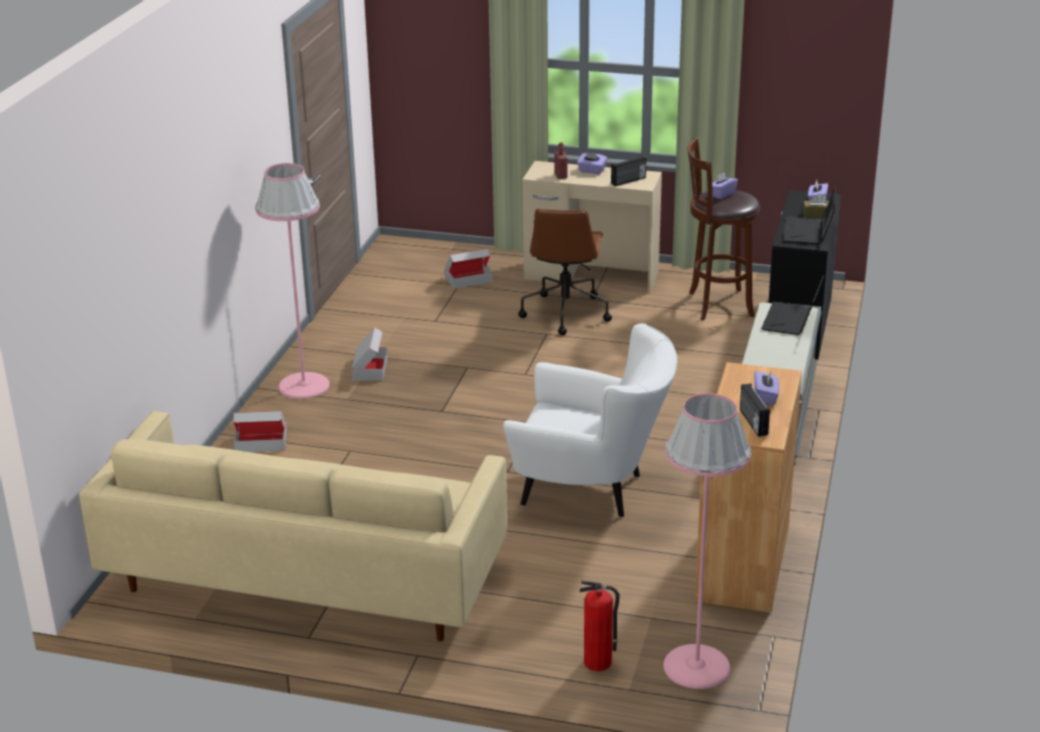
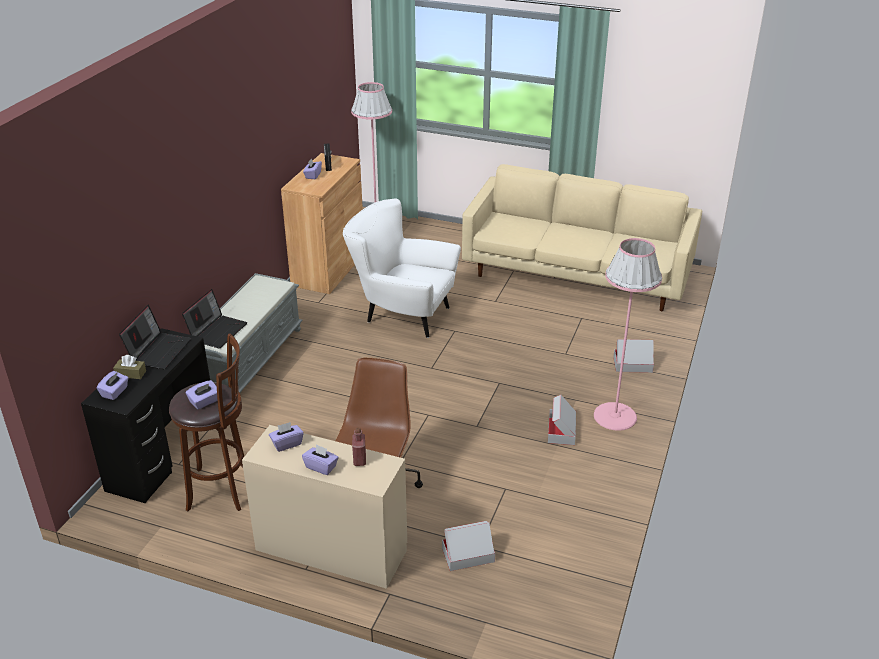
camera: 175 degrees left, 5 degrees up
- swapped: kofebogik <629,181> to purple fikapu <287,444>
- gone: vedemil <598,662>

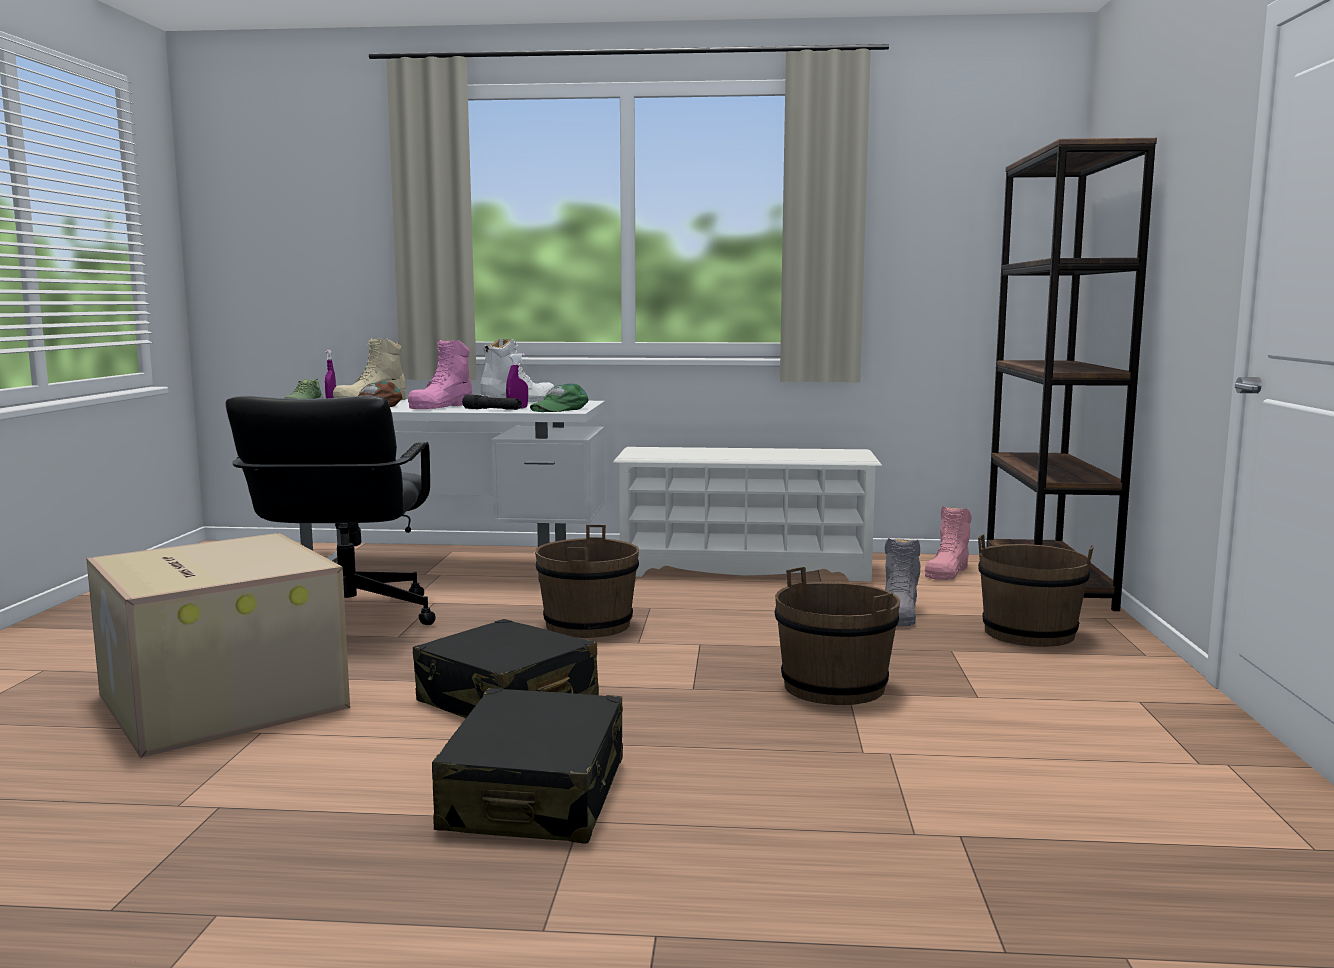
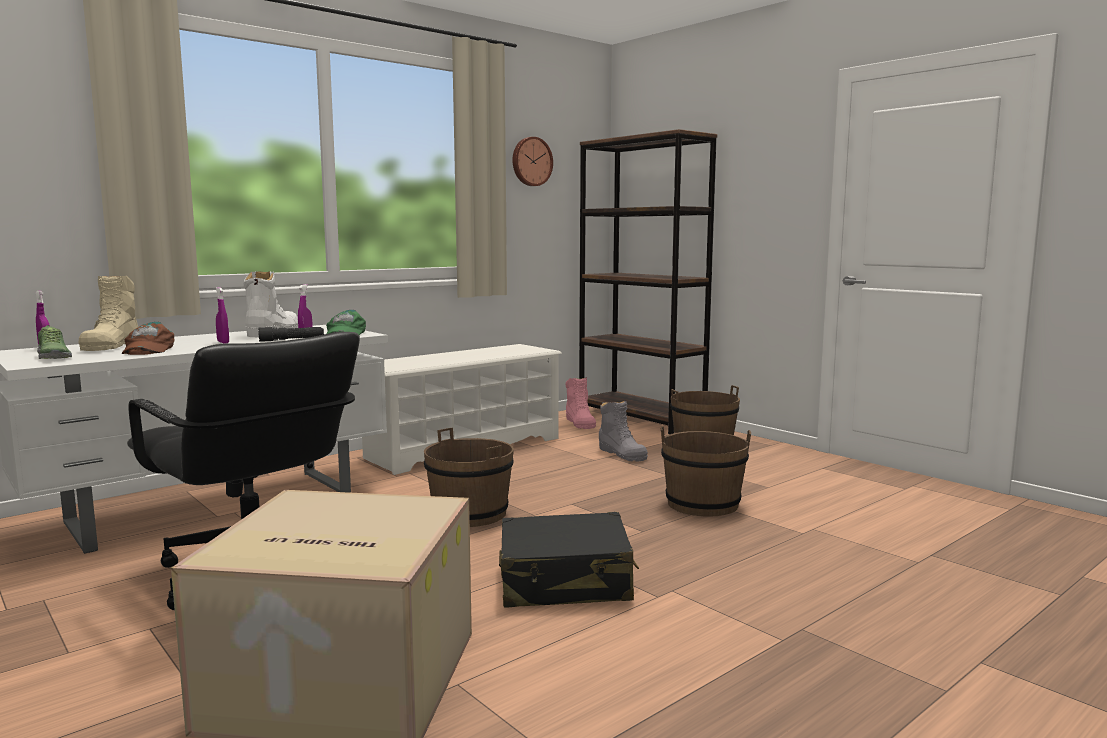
camera: 45 degrees left, 0 degrees up
- swapped: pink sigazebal <441,406> to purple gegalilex <223,342>
- gone: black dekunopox <535,795>
- new: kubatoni <531,161>

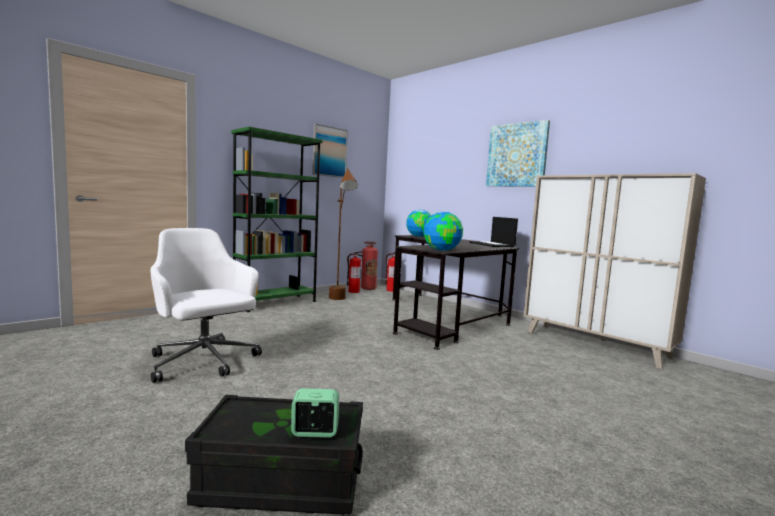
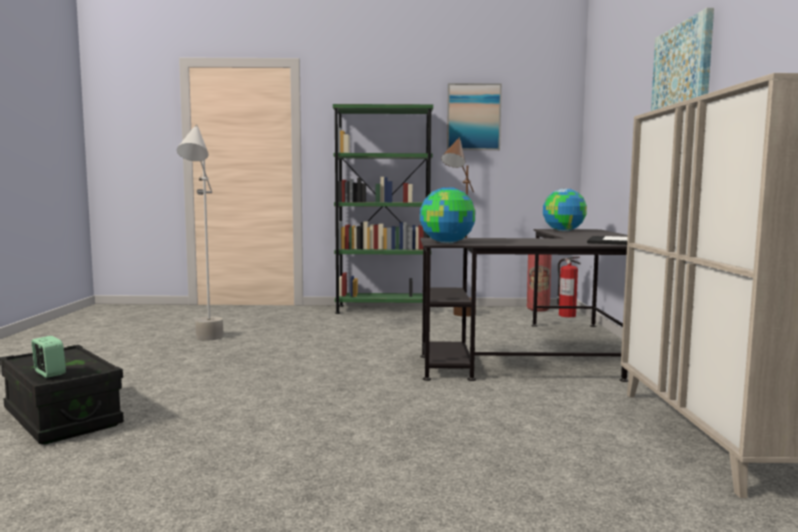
camera: 45 degrees right, 0 degrees up
- swapped: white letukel <204,362> to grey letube <205,342>
- gone: vedemil <353,291>

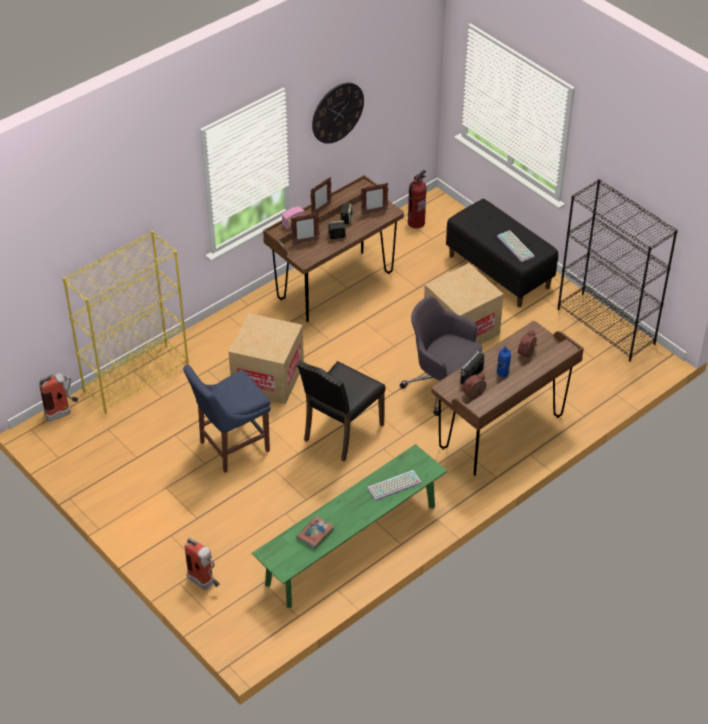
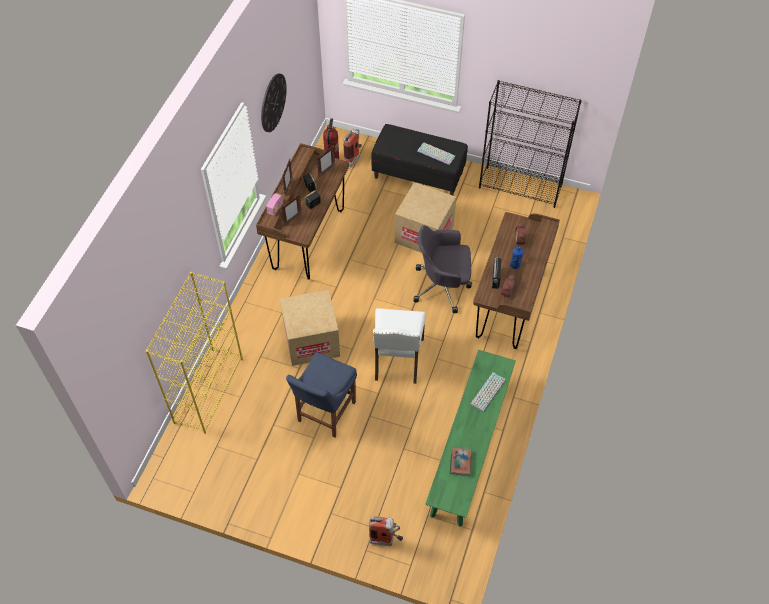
camera: 30 degrees left, 10 degrees up
- repainted: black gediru <341,432> to white gediru <397,360>
- shifted: vedemil <62,413> to <353,158>

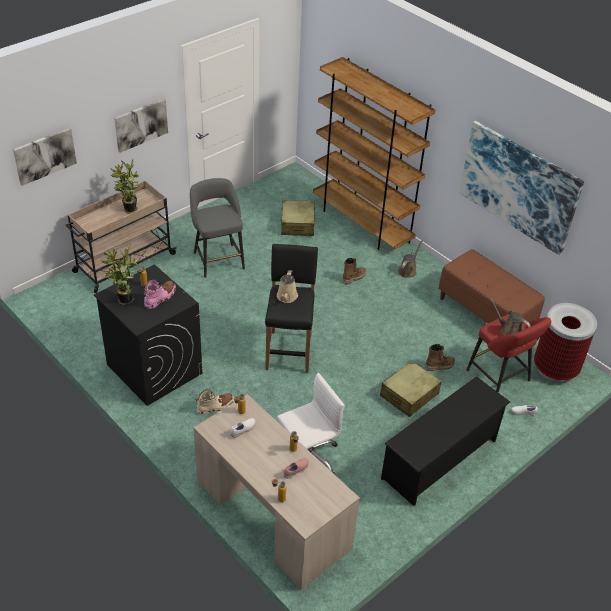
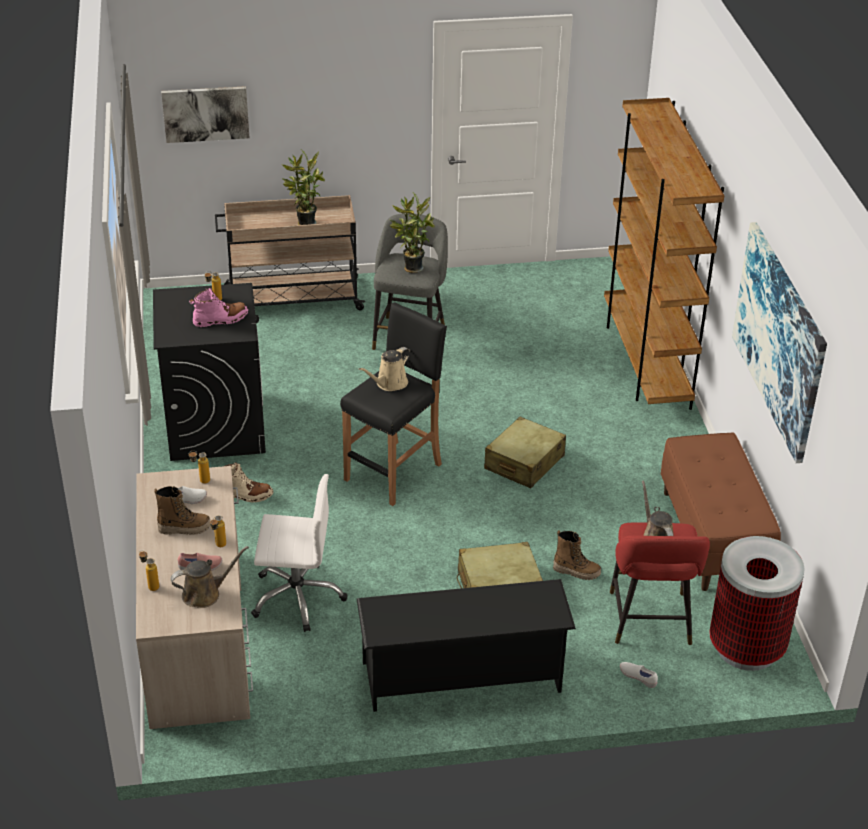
camera: 35 degrees right, 5 degrees down
- gone: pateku <141,124>
- shifted: beige dekunopox <297,224> to <524,463>
- shifted: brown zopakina <408,270> to <205,594>
- shifted: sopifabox <123,300> to <411,268>
- shifted: sigazebal <353,278> to <184,528>

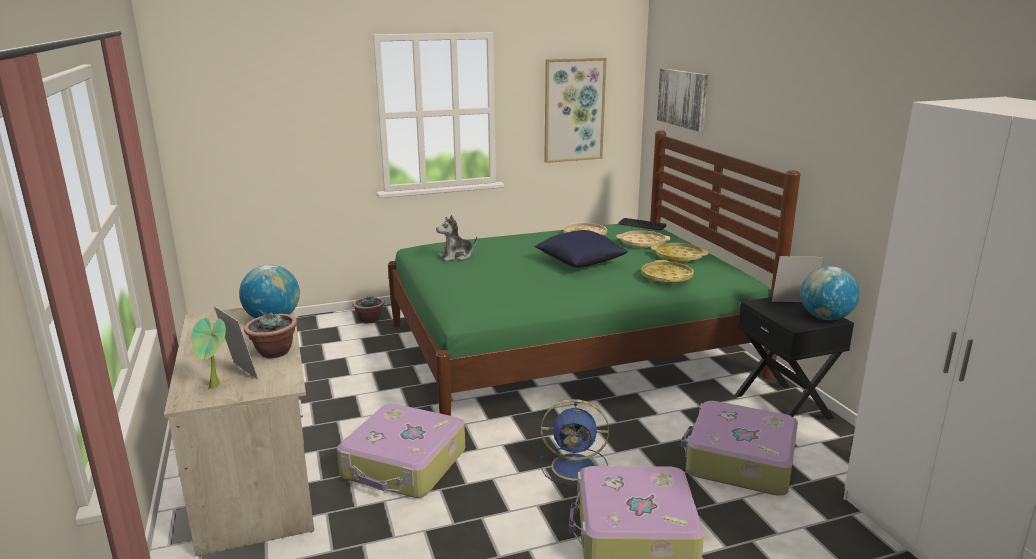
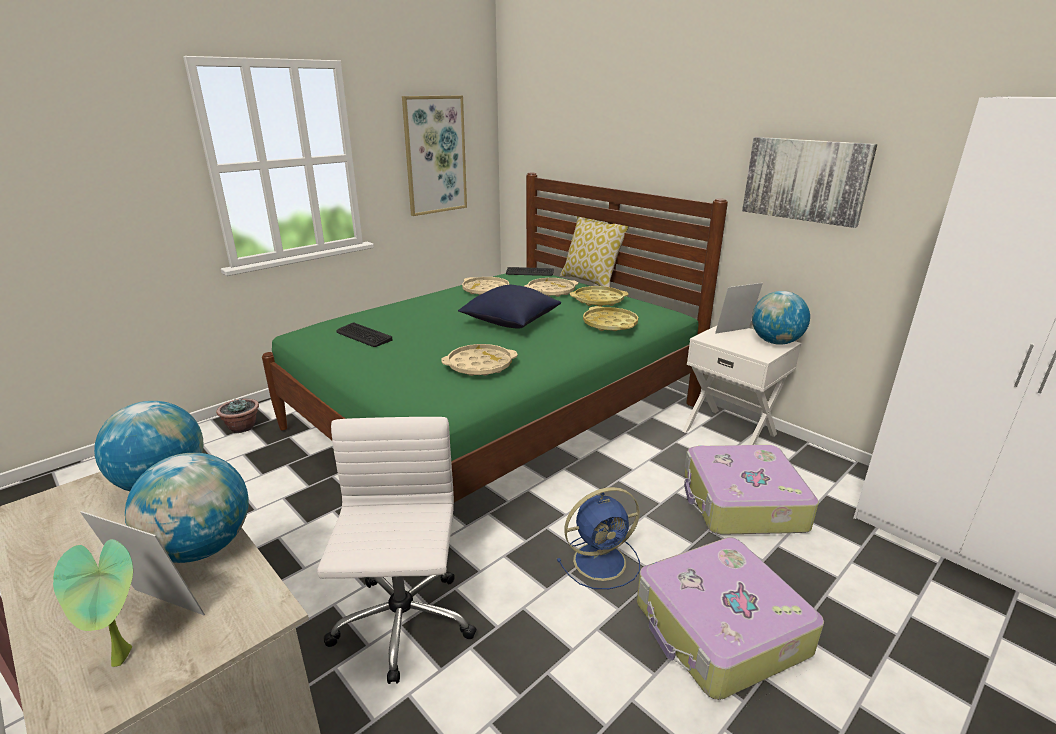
camera: 25 degrees left, 5 degrees up
- shifted: pateku <683,98> to <805,180>
- swapped: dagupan <456,256> to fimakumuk <363,336>
- repainted: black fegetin <783,406> to white fegetin <730,432>
- swapped: sopifabox <274,352> to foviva <202,548>
- swapped: dekunopox <404,464> to white letukel <402,625>
- new: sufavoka <591,282>
- new: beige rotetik <480,365>

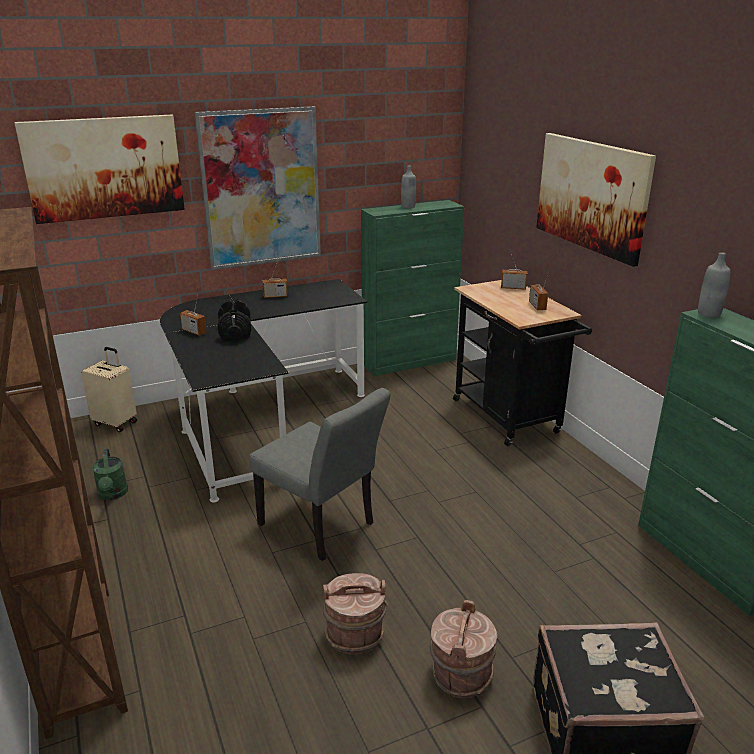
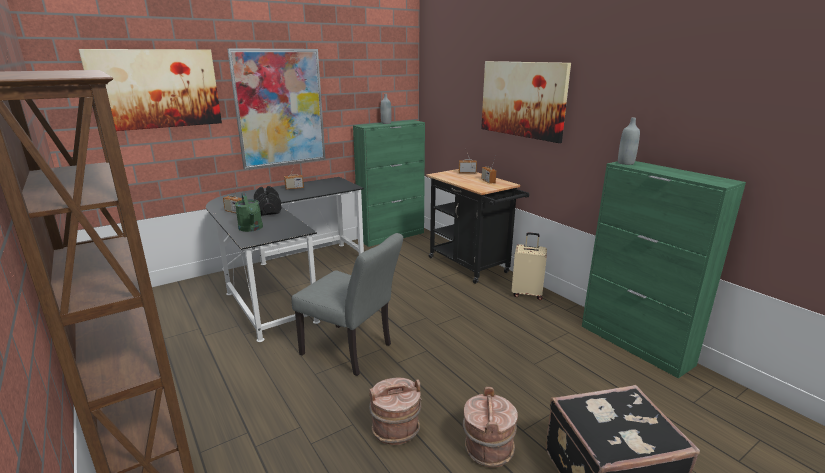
camera: 10 degrees left, 5 degrees down
- shifted: beige dekunopox <116,423> to <527,294>
- shifted: green zopakina <113,494> to <251,229>

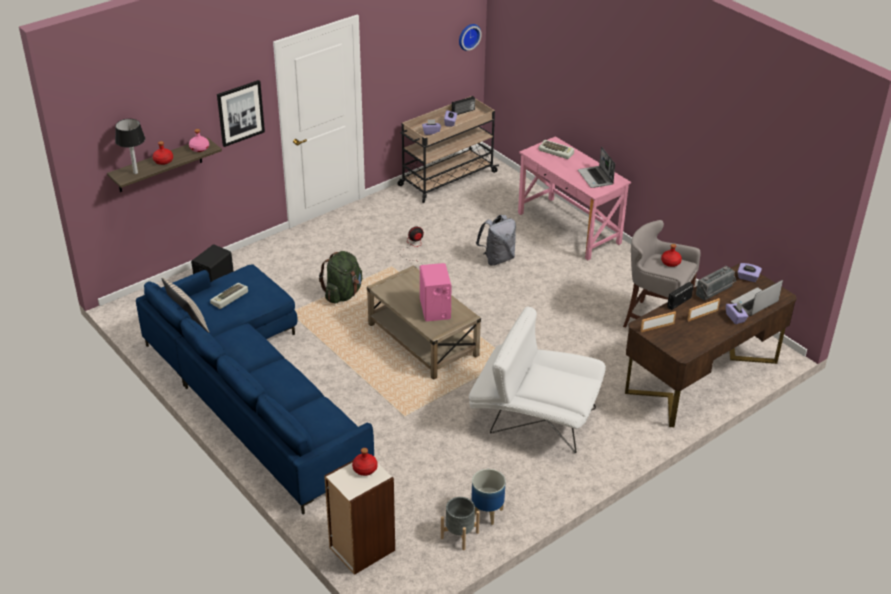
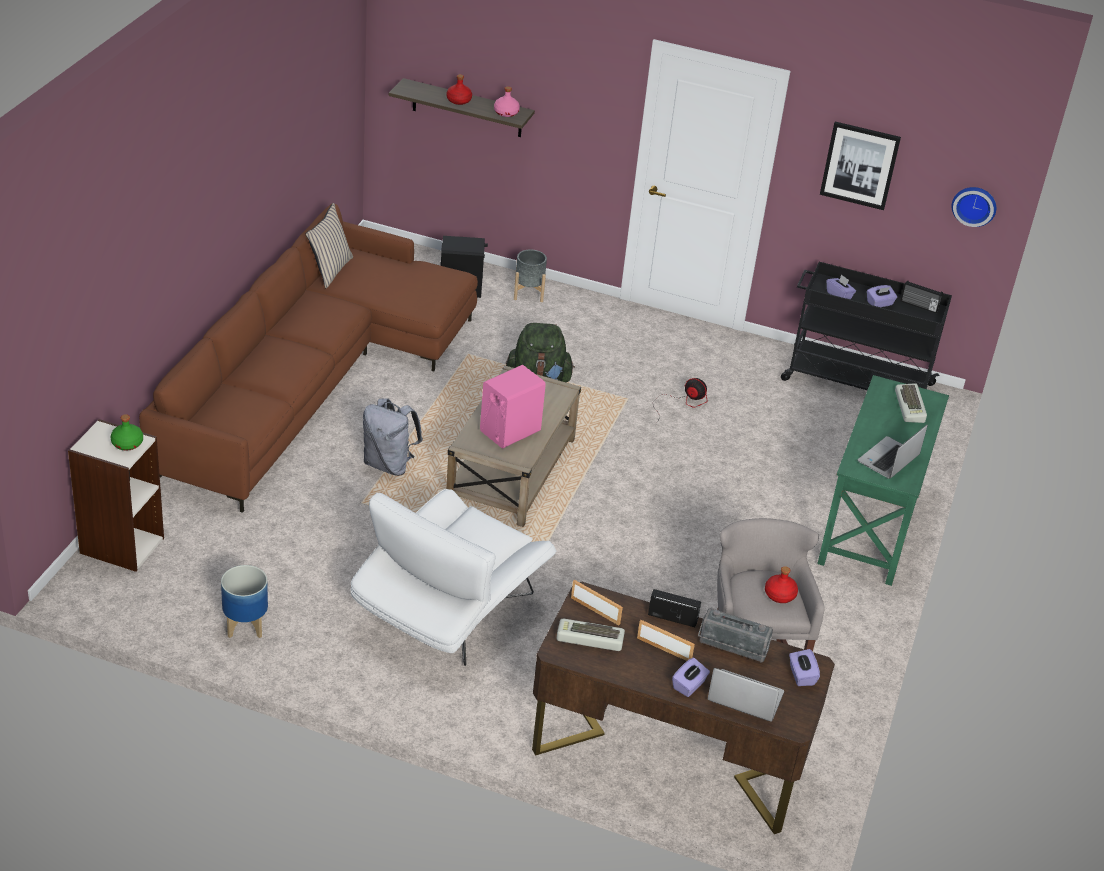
camera: 55 degrees right, 0 degrees up
- shifted: pateku <240,113> to <860,165>
- repainted: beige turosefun <446,179> to black turosefun <855,382>
- gone: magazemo <135,172>
- repainted: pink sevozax <569,228> to green sevozax <871,524>
- shifted: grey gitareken <497,259> to <389,464>
- repainted: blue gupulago <254,392> to brown gupulago <312,379>
- shifted: fimakumuk <229,298> to <589,639>
- rotated: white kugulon <534,417> = <448,613> 135 degrees counterclockwise
- repainted: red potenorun <365,469> to green potenorun <127,444>
- shifted: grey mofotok <459,535> to <528,293>

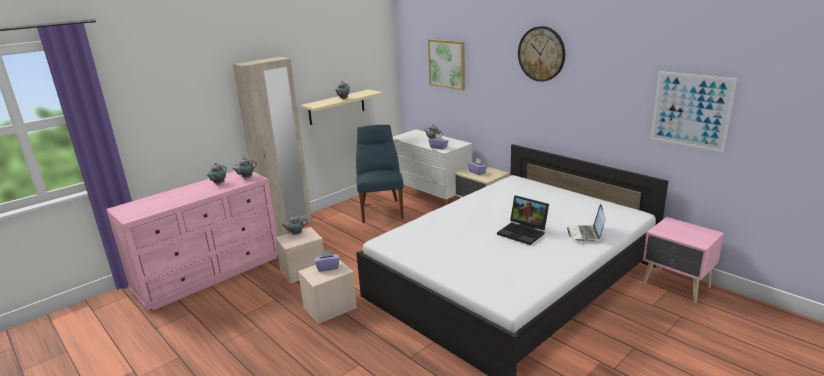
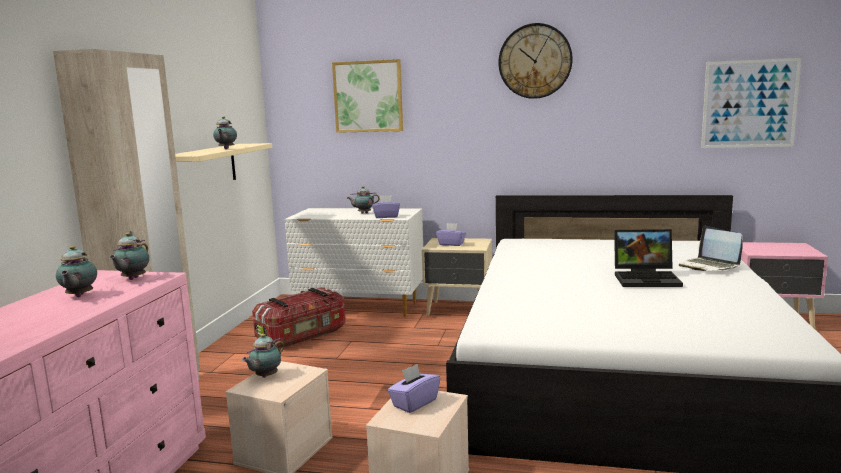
camera: 35 degrees left, 10 degrees down
- swapped: blue gediru <381,210> to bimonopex <303,336>

